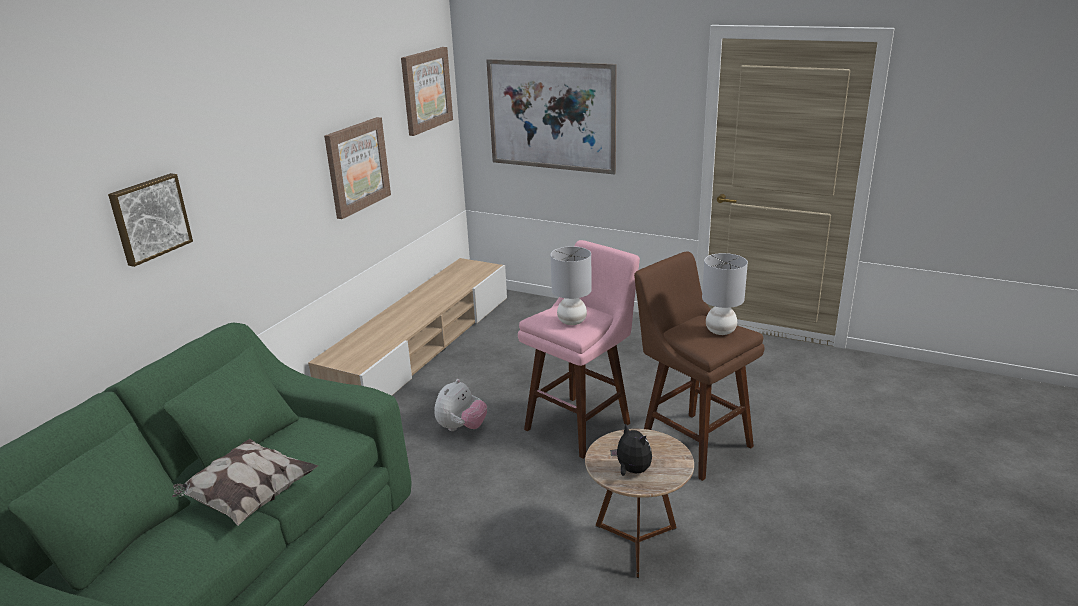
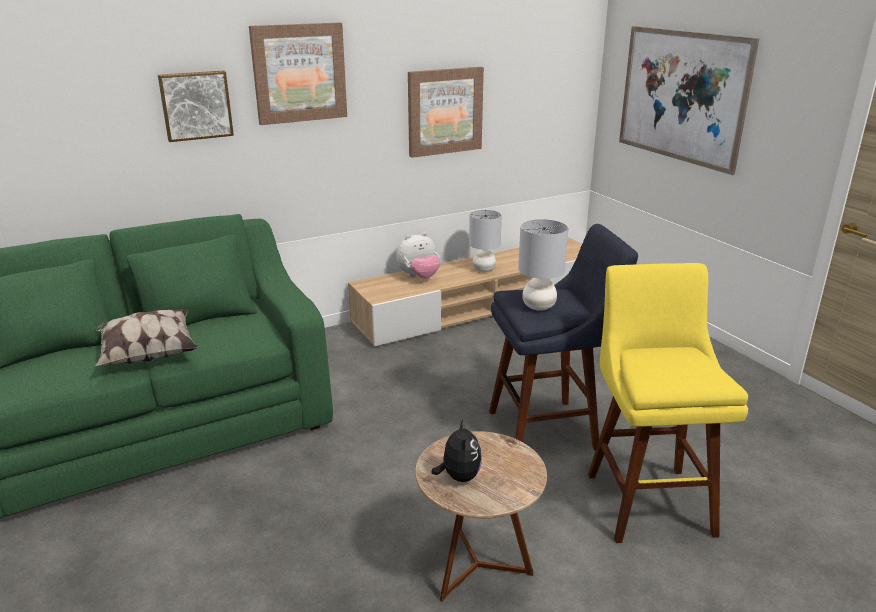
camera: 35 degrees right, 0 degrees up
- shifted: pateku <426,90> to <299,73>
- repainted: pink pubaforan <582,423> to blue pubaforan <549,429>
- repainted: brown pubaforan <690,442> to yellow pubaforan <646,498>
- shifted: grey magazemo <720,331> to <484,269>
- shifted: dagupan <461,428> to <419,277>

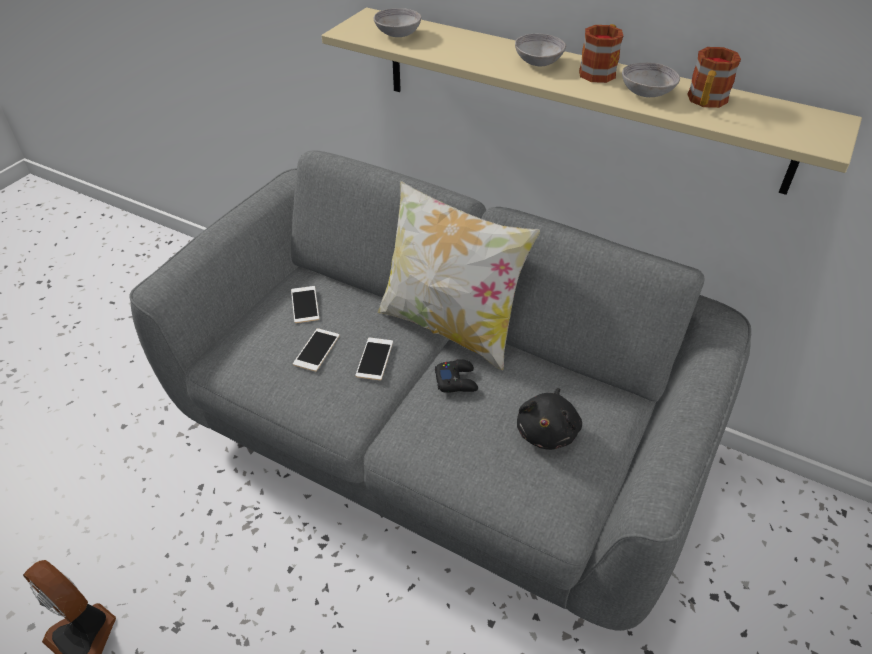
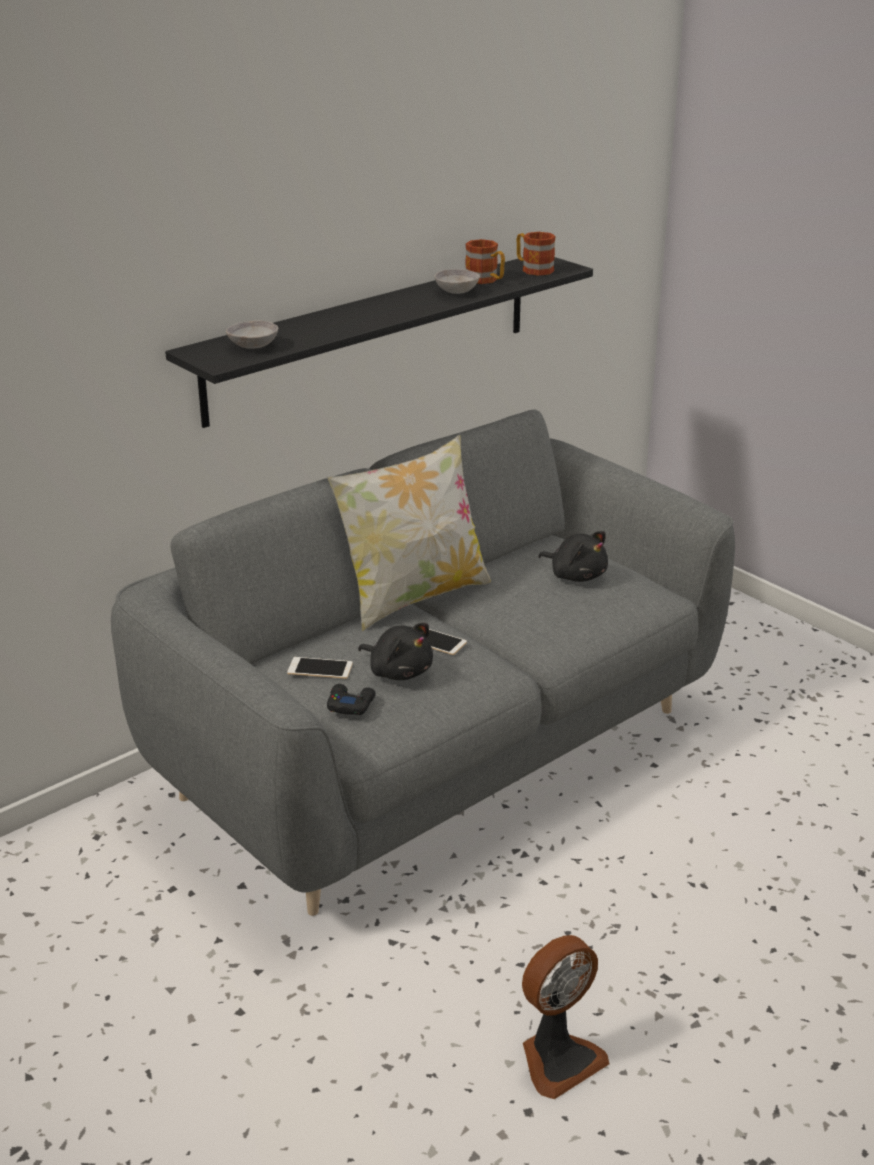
camera: 70 degrees left, 15 degrees down
- repainted: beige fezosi <577,97> to black fezosi <371,336>
- shifted: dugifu <599,71> to <533,269>
- gone: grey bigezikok <538,62>
- swapped: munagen <316,350> to black dagupan <398,671>
- shifted: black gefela <456,380> to <350,704>

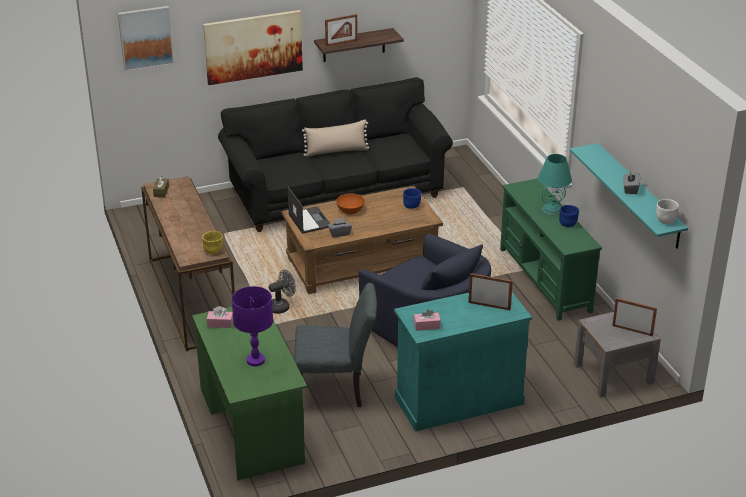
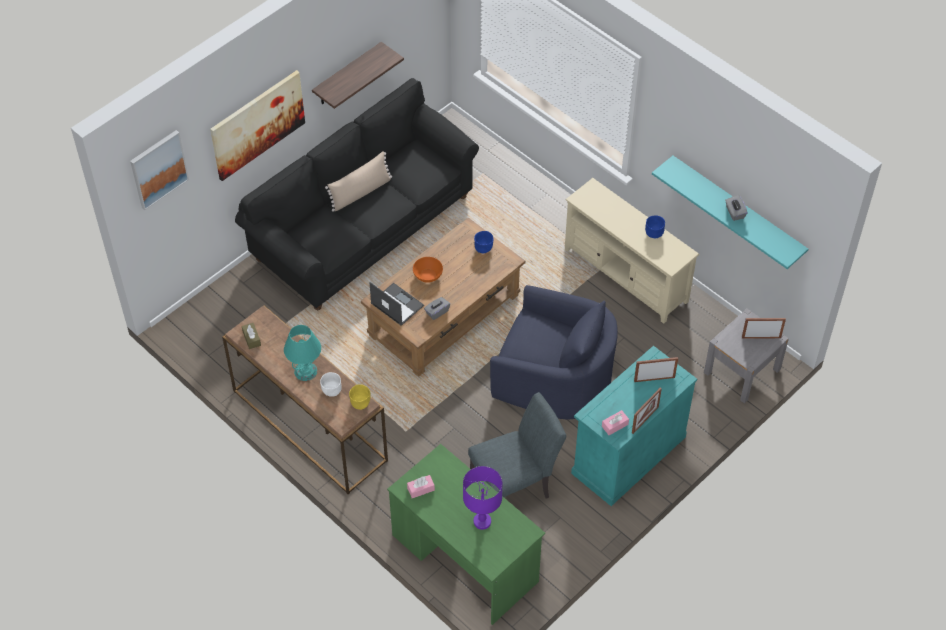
camera: 25 degrees left, 20 degrees up
- shifted: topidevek <341,43> to <645,420>
- shifted: turquoise magazemo <552,209> to <305,371>
- repainted: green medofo <545,280> to beige medofo <626,275>
- shifted: white bigezikok <665,221> to <331,391>
- gone: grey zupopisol <282,306>

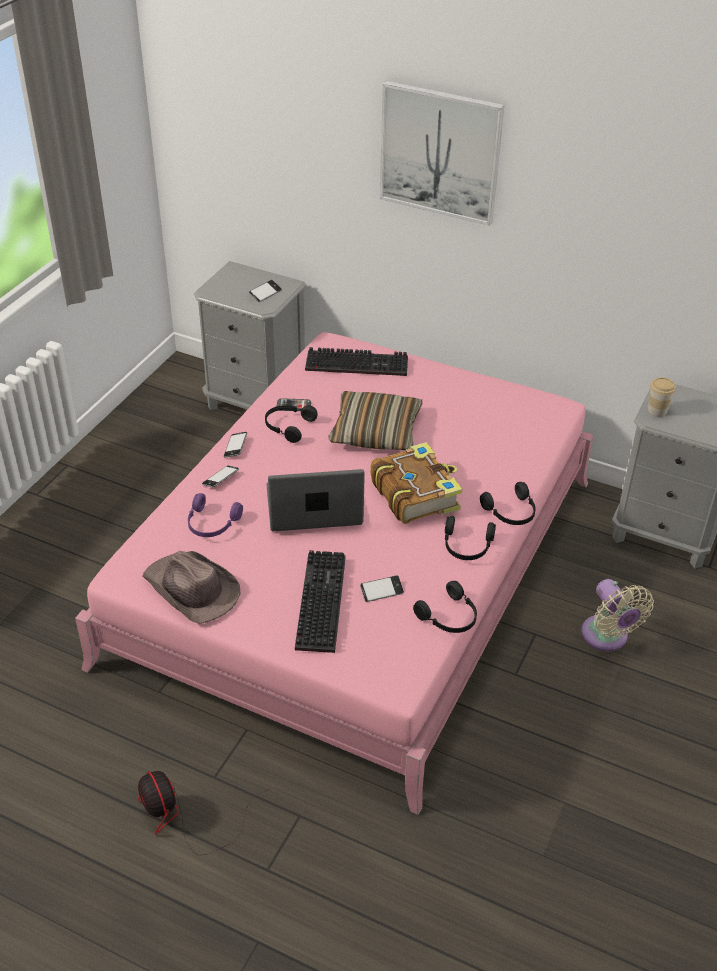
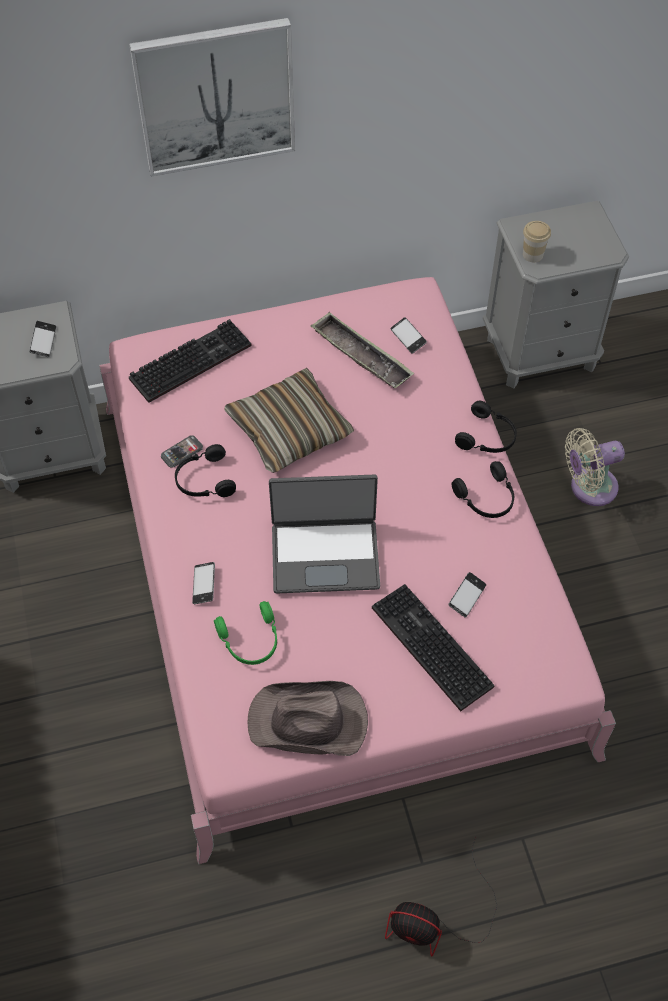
camera: 40 degrees left, 15 degrees up
- shifted: munagen <235,447> to <408,337>
- gone: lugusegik <415,493>
- rotated: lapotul <314,508> = <325,555> 135 degrees counterclockwise
- repainted: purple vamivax <211,524> to green vamivax <251,641>
- rotated: beige zupopisol <607,638> = <588,488> 135 degrees clockwise
- gone: black vamivax <449,617>
- new: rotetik <361,355>

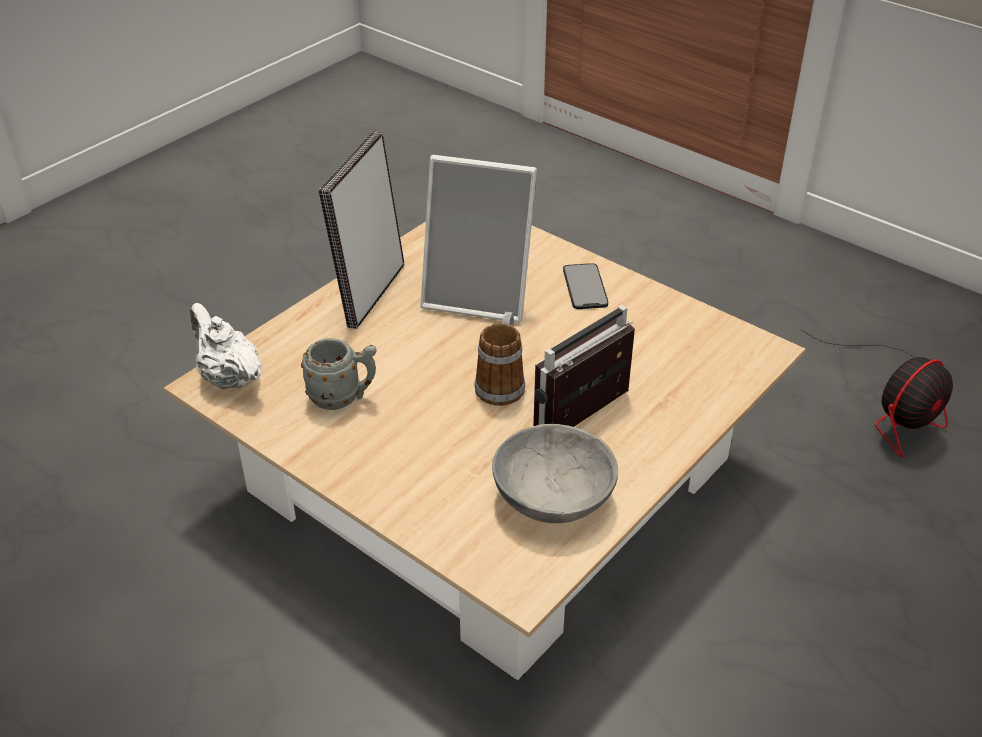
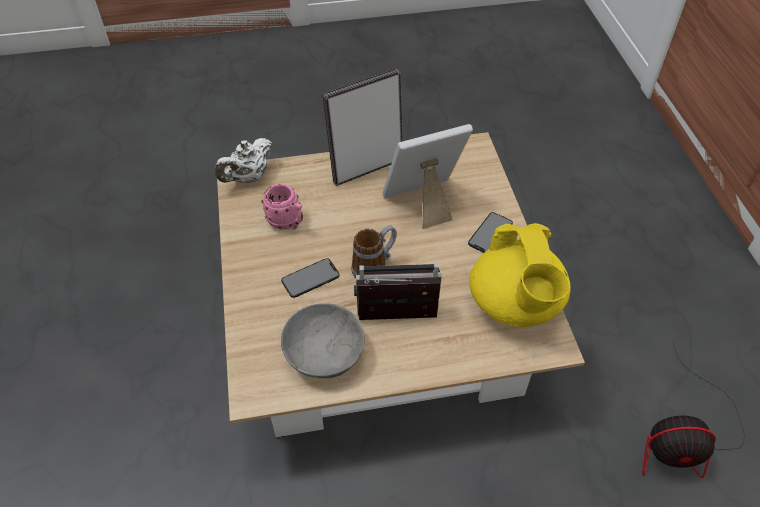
camera: 40 degrees right, 10 degrees up
- rotated: topidevek <480,295> = <423,203> 105 degrees clockwise
- rotated: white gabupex <228,377> = <248,177> 135 degrees counterclockwise
- repainted: grey dugifu <343,397> to pink dugifu <287,223>
- new: yellow gabupex <515,304>
- new: munagen <310,278>

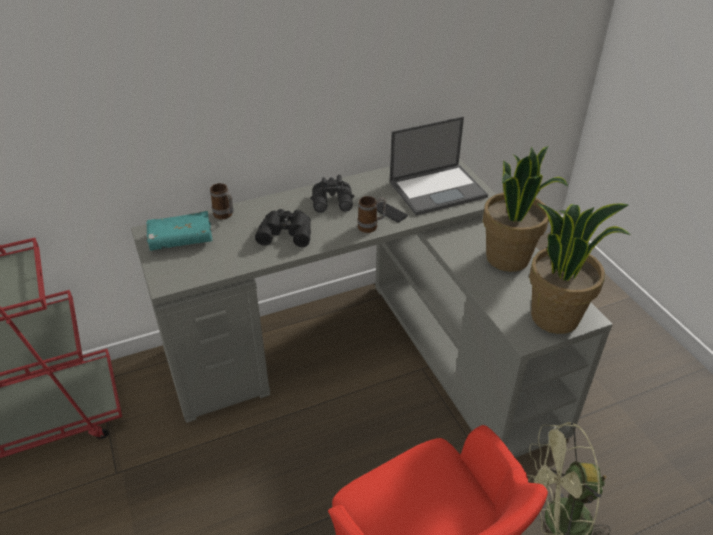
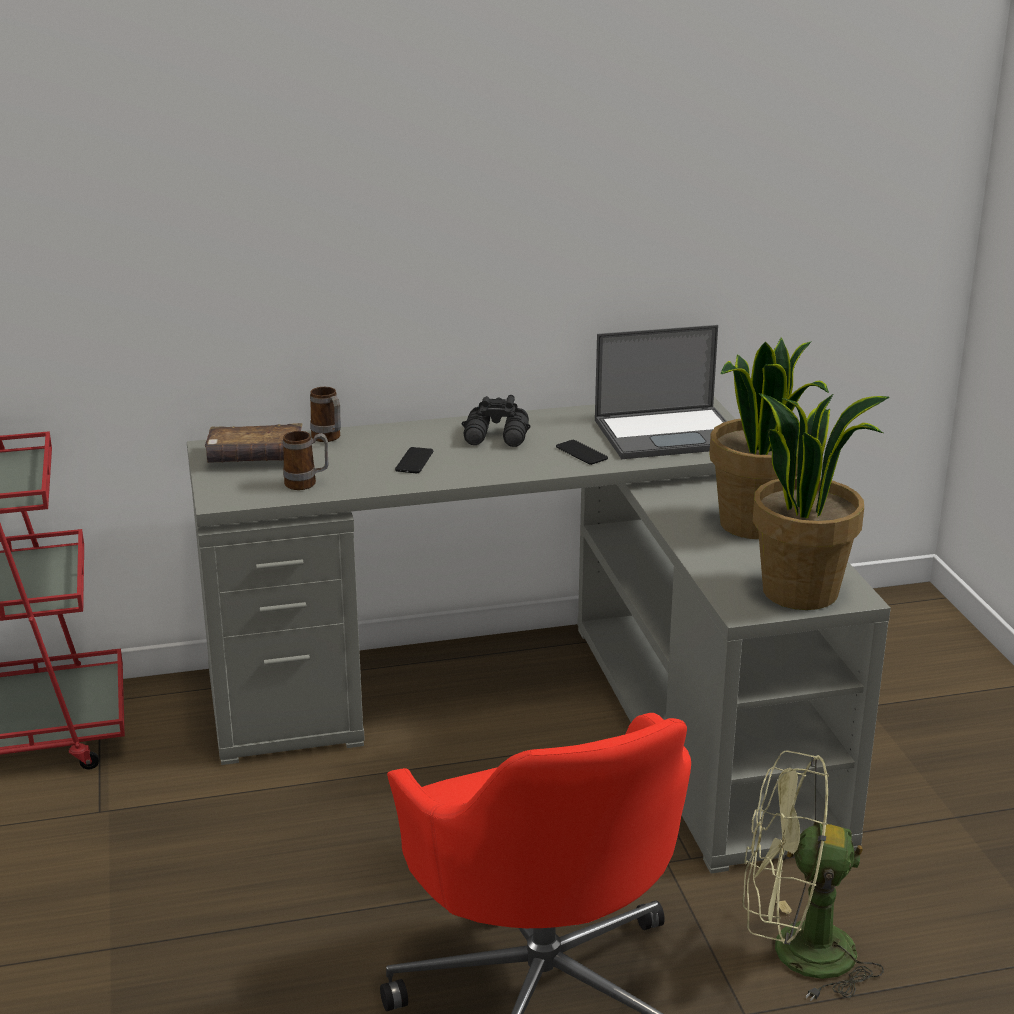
camera: 10 degrees right, 15 degrees down
- shifted: dugifu <371,227> to <307,484>
- swapped: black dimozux <286,231> to munagen <414,461>
- repainted: turquoise lugusegik <181,239> to brown lugusegik <255,457>

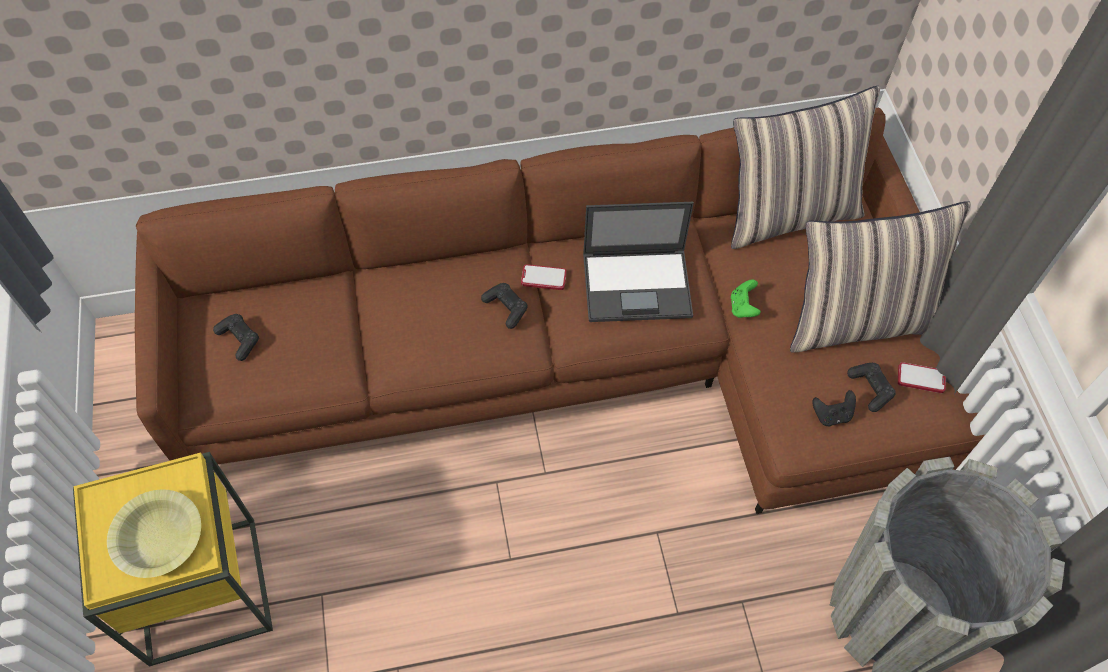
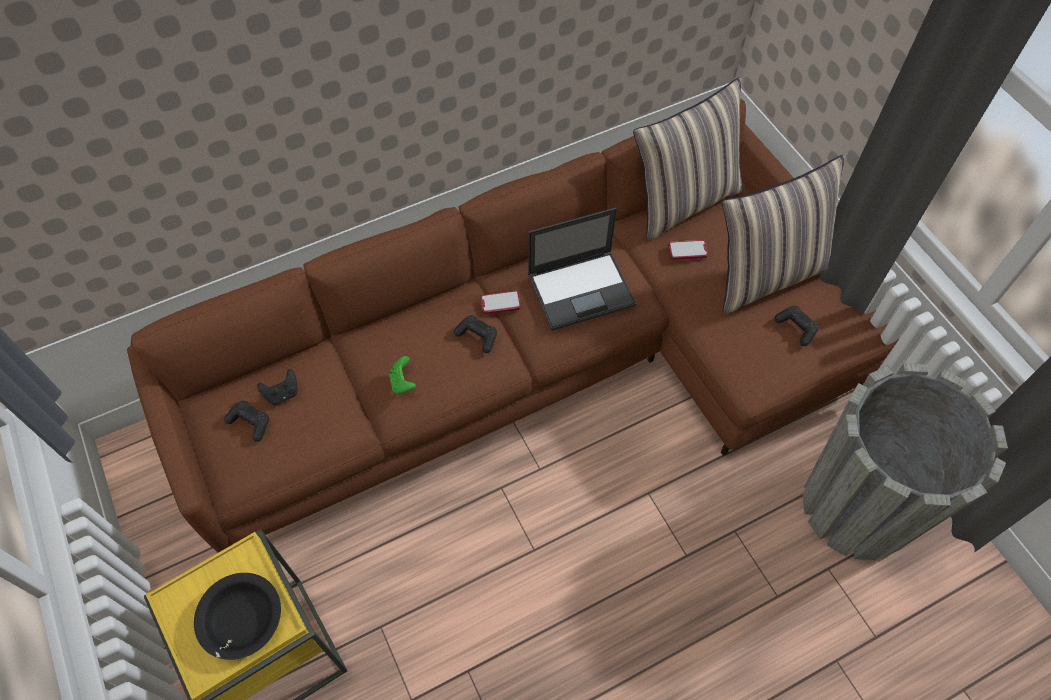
camera: 15 degrees left, 0 degrees up
- shifted: green gefela <743,307> to <403,382>
- shifted: munagen <921,378> to <687,250>
- shifted: black gefela <831,415> to <282,394>
- repainted: yellow bigezikok <159,538> to black bigezikok <241,619>

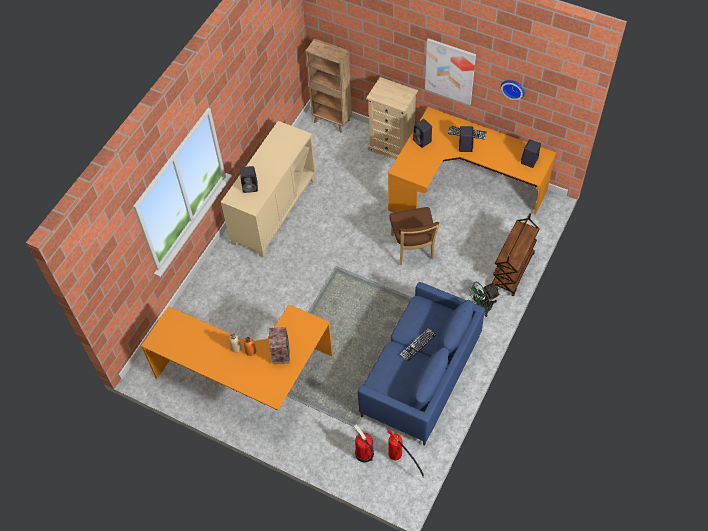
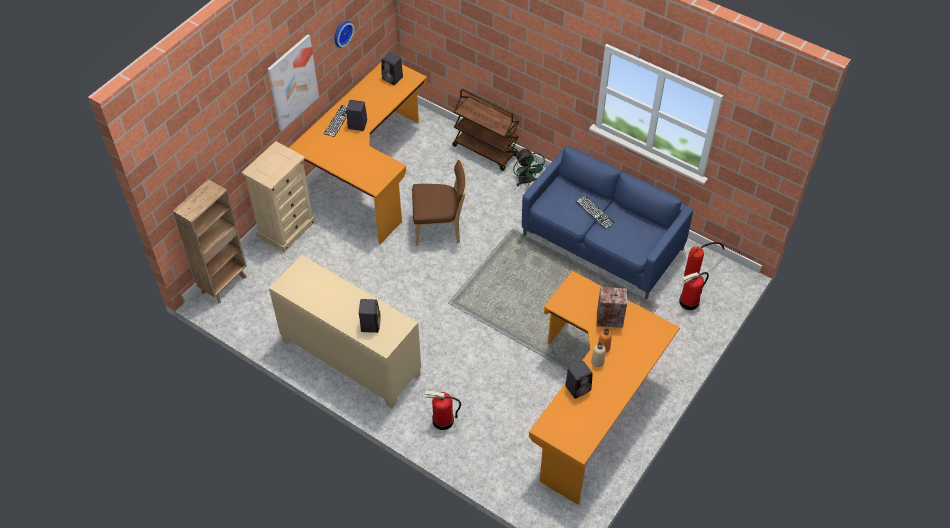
camera: 85 degrees left, 5 degrees down
- shifted: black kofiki <422,141> to <578,387>
- new: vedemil <442,421>

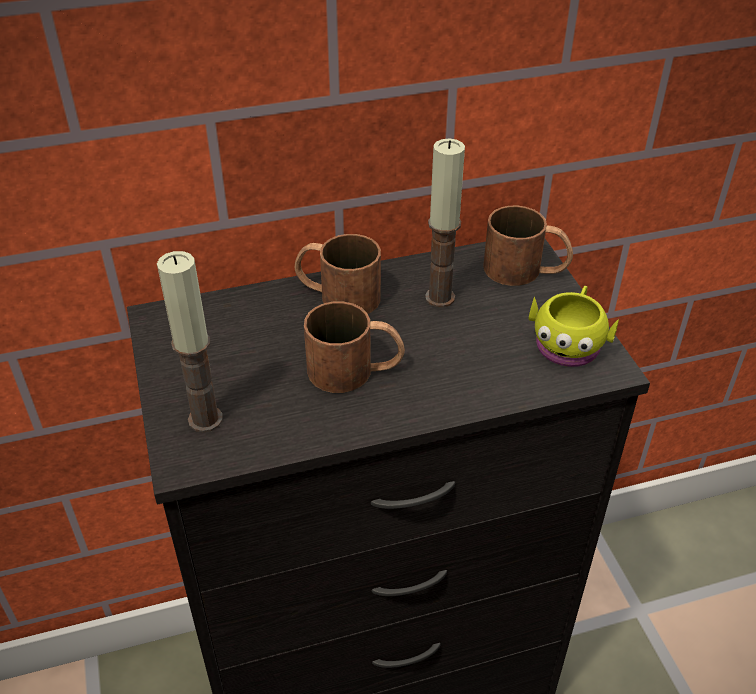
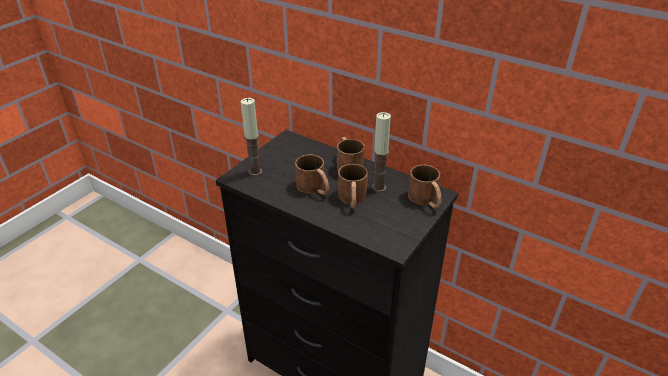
camera: 50 degrees right, 5 degrees down
- gone: yellow dugifu <569,343>
- new: brown dugifu <352,200>

